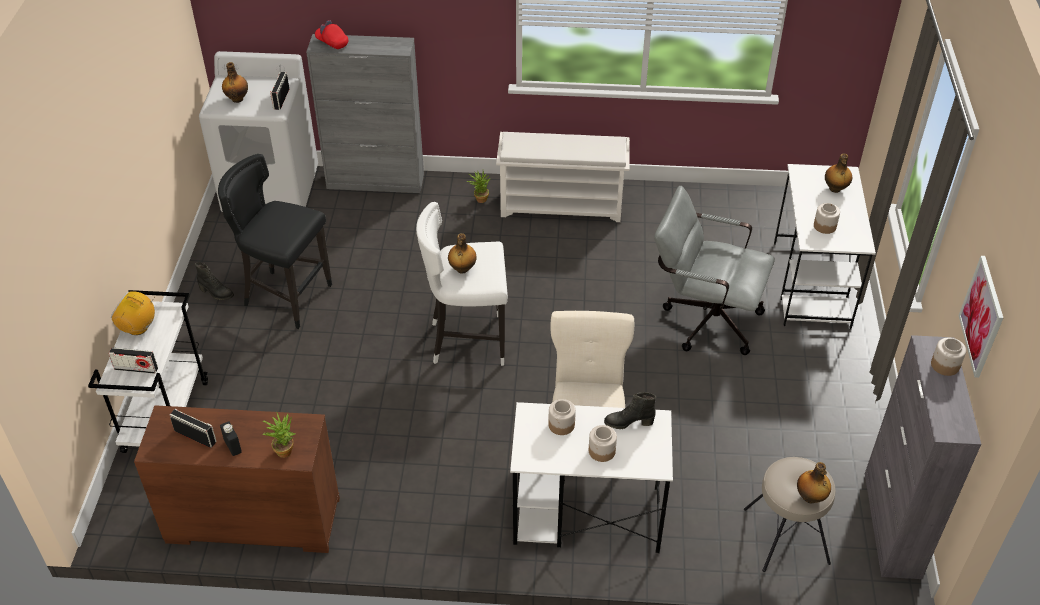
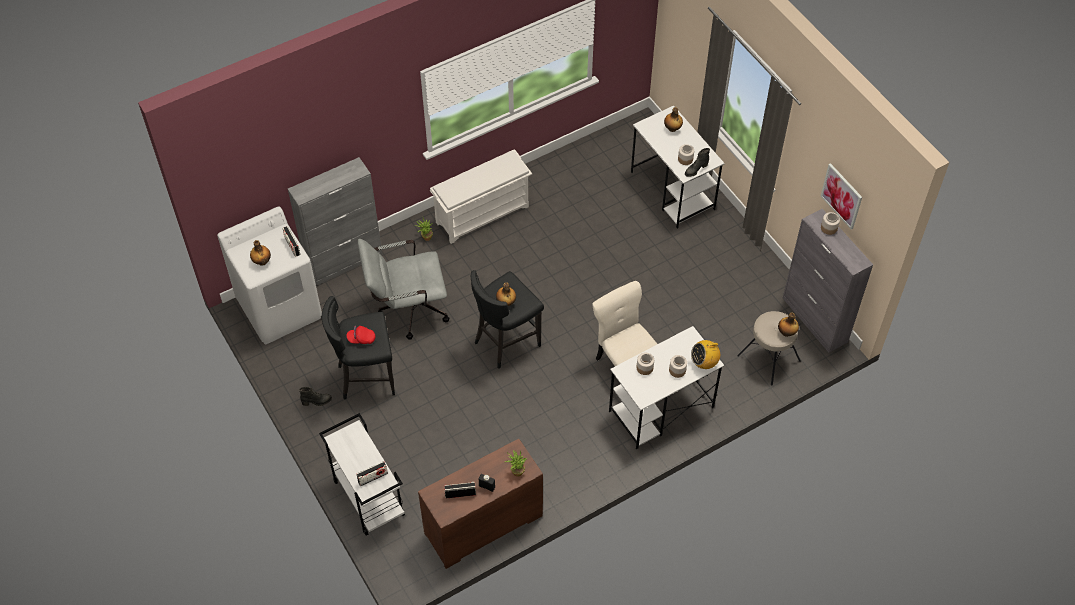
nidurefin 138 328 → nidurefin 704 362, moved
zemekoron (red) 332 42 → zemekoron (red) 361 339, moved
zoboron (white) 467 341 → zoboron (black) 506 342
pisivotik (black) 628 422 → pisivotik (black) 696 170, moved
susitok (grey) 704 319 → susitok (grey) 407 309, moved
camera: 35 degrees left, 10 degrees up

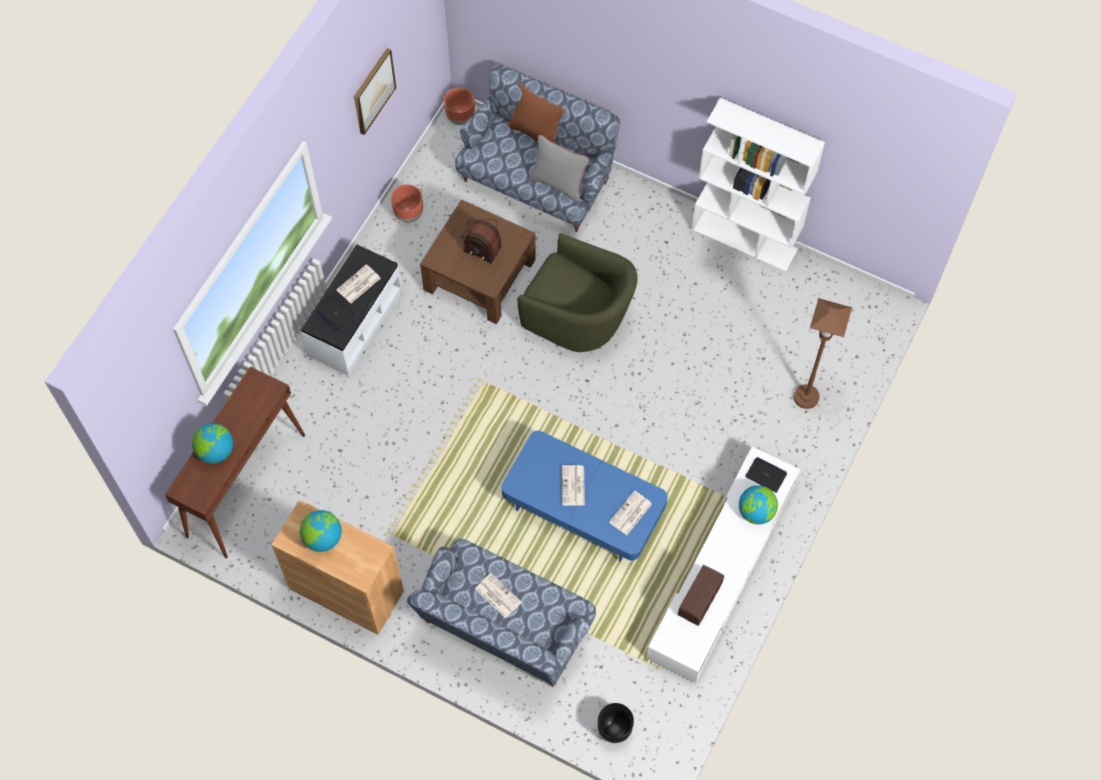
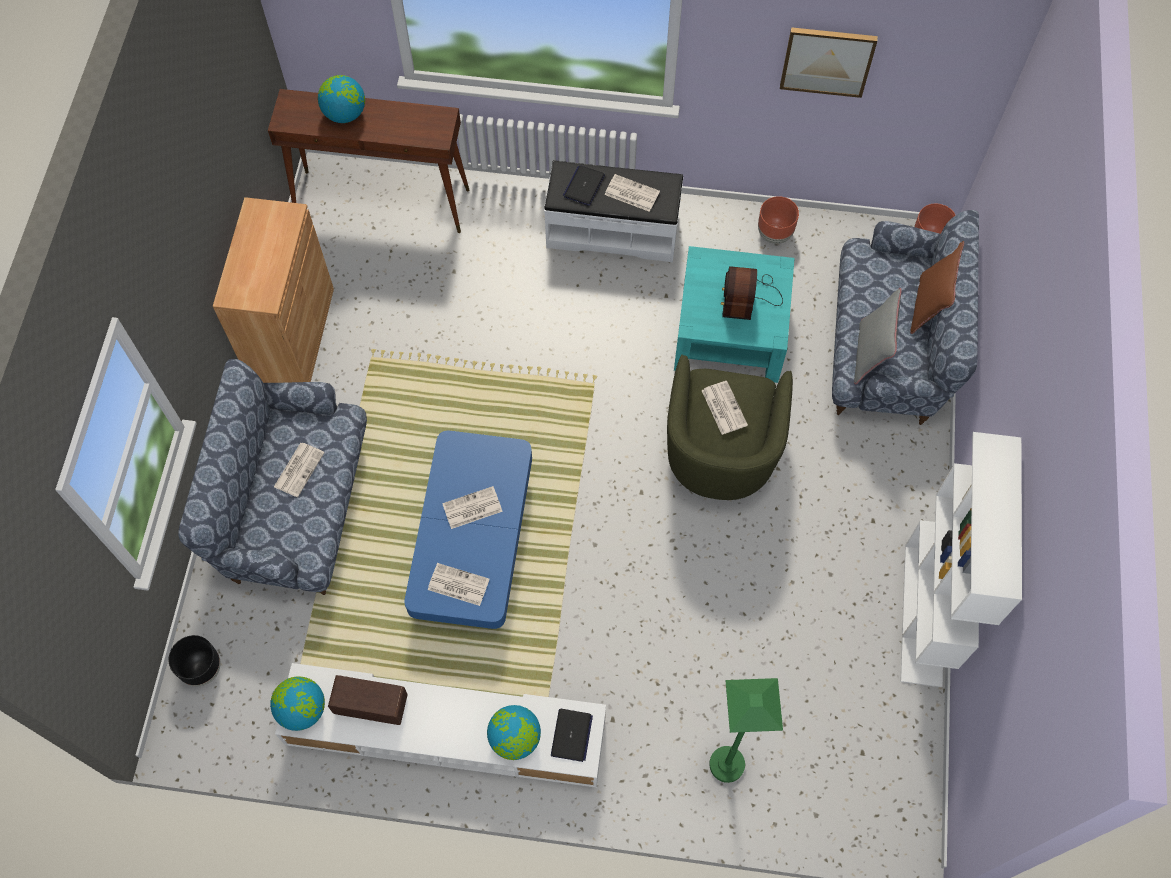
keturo 322 538 → keturo 302 709, moved
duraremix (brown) 479 275 → duraremix (turquoise) 730 331
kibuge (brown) 806 397 → kibuge (green) 726 764
- → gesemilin 723 407
camera: 70 degrees right, 0 degrees up

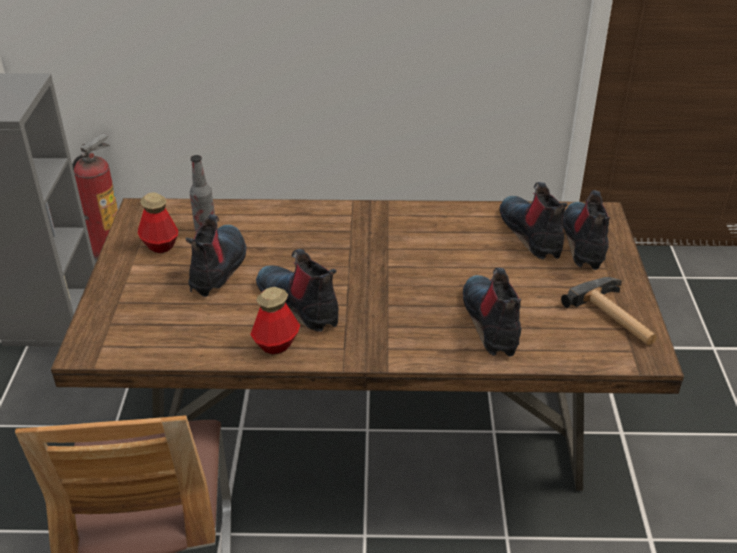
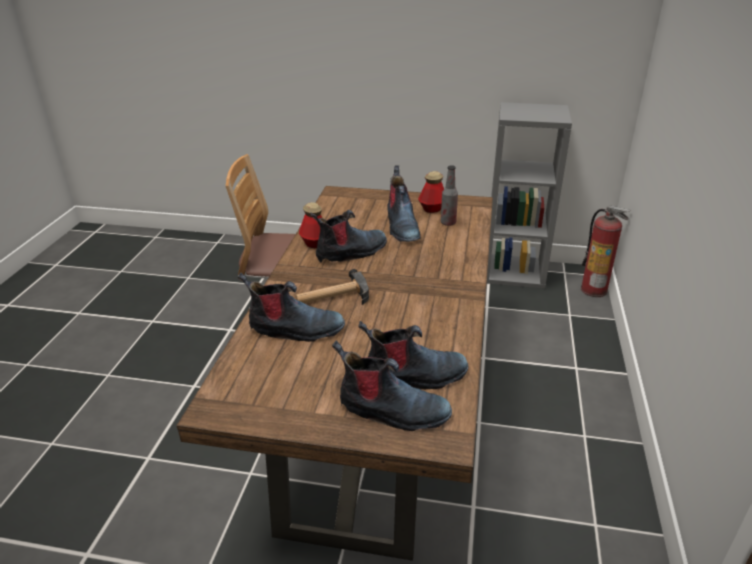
pisivotik 218 268 → pisivotik 401 227, 60 degrees clockwise
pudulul 616 318 → pudulul 332 297, moved
camera: 100 degrees right, 5 degrees down

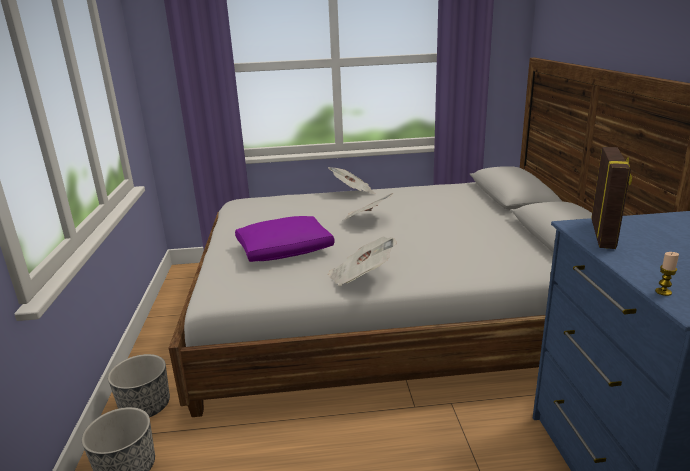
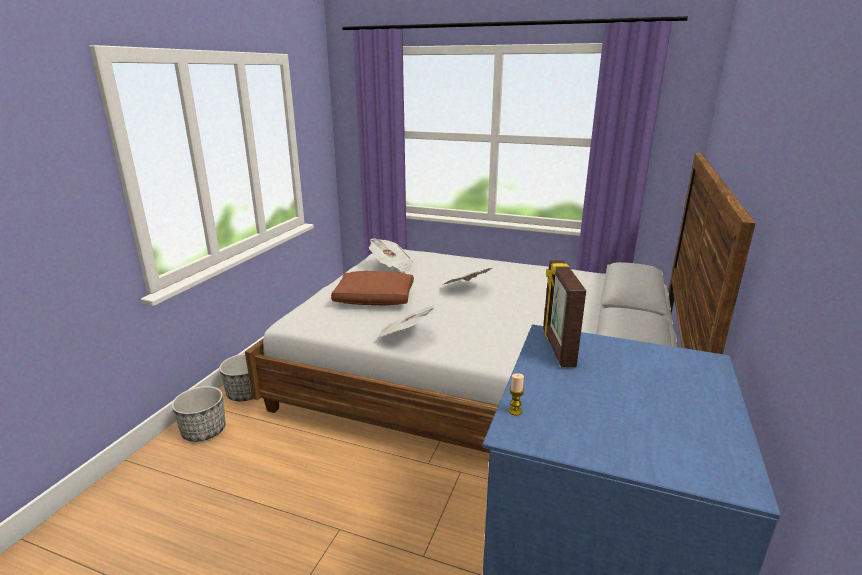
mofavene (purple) 285 250 → mofavene (brown) 375 299
gesemilin 353 192 → gesemilin 392 266, moved
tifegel 604 234 → tifegel 557 348, 135 degrees clockwise
camera: 25 degrees right, 0 degrees up

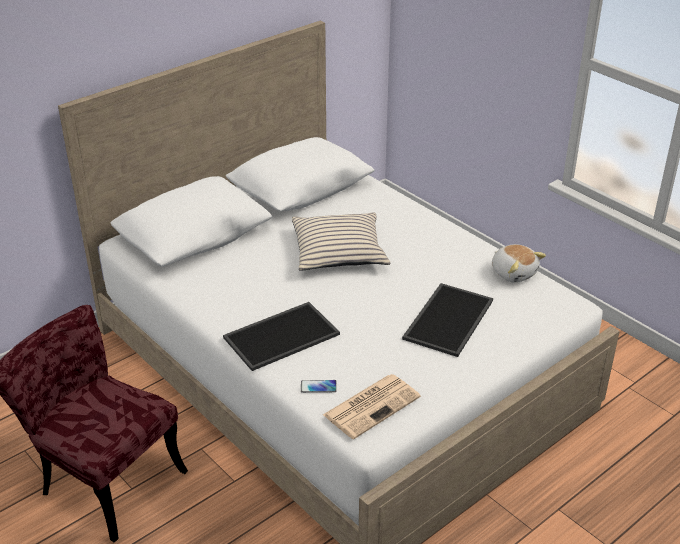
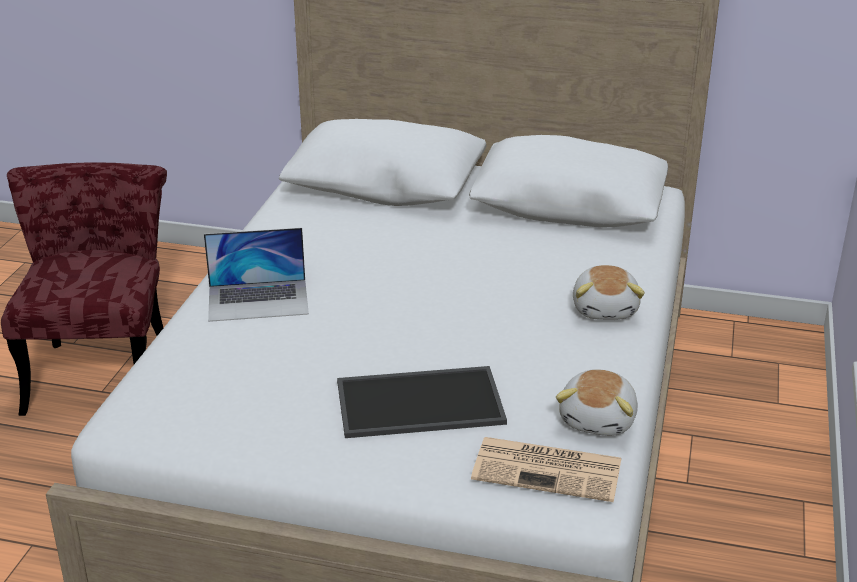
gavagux 281 335 → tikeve 258 300
mofavene (beige) 339 251 → -
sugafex 318 387 → -
gesemilin 372 405 → gesemilin 549 469, moved
- → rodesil 606 309
camera: 55 degrees right, 5 degrees down

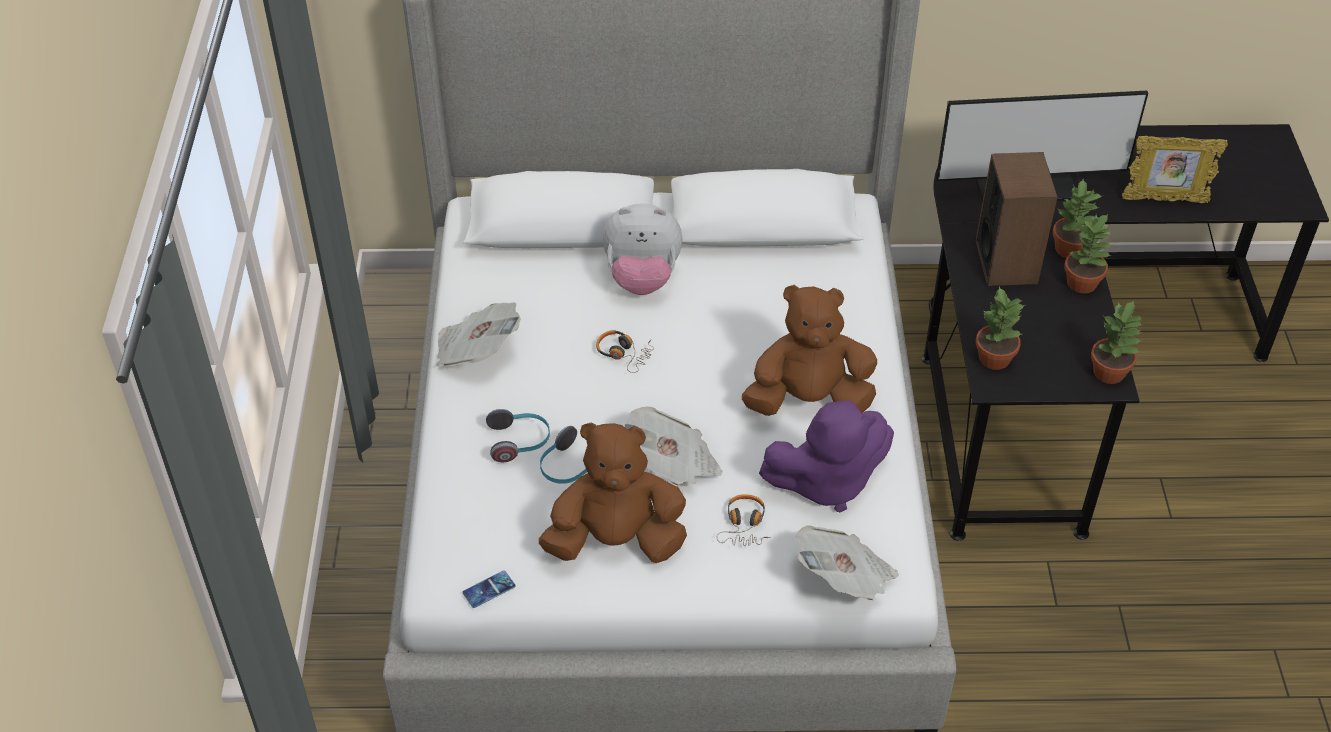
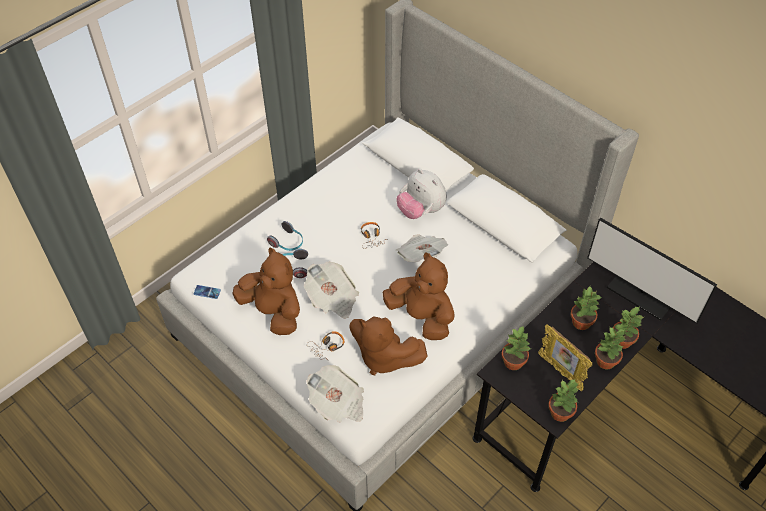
gesemilin 477 351 → gesemilin 421 255, moved
rodesil (purple) 826 481 → rodesil (brown) 383 357
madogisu 1006 262 → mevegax 581 323
tifegel 1164 200 → tifegel 560 371, moved
camera: 45 degrees right, 5 degrees up

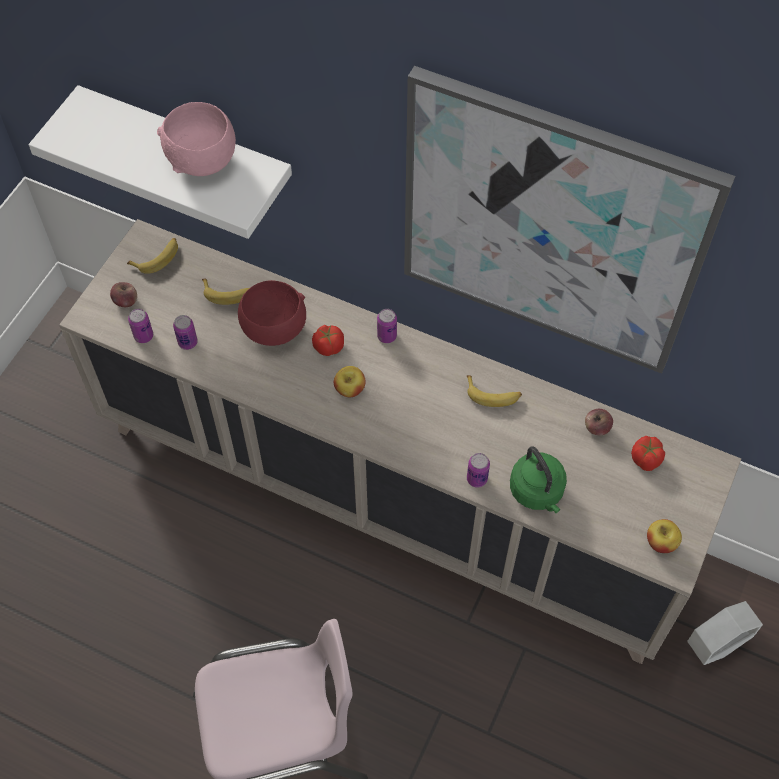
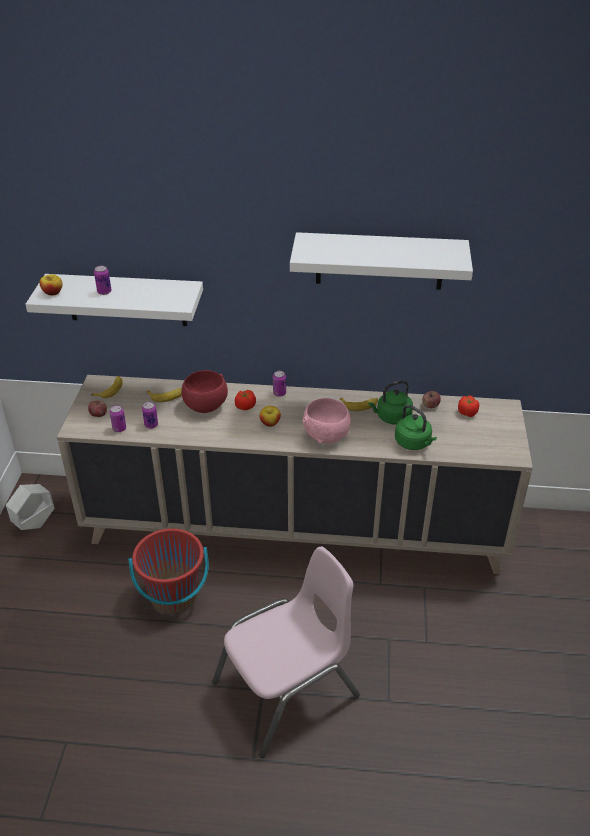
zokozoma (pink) 203 161 → zokozoma (pink) 327 435, moved
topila 550 226 → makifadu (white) 379 261
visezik 477 479 → visezik 104 292, moved
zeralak 661 542 → zeralak 53 292, moved
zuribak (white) 715 645 → zuribak (white) 35 523, moved
- → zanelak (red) 174 596
- → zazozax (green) 391 417
camera: 20 degrees left, 20 degrees down

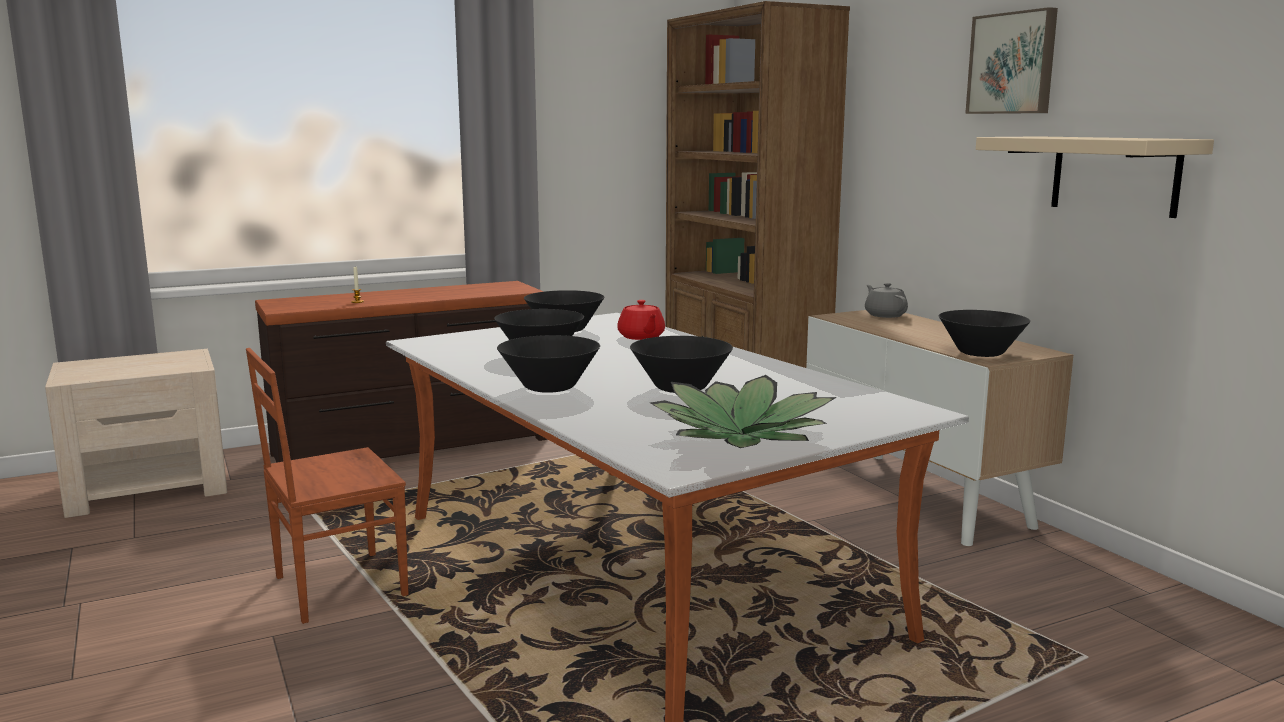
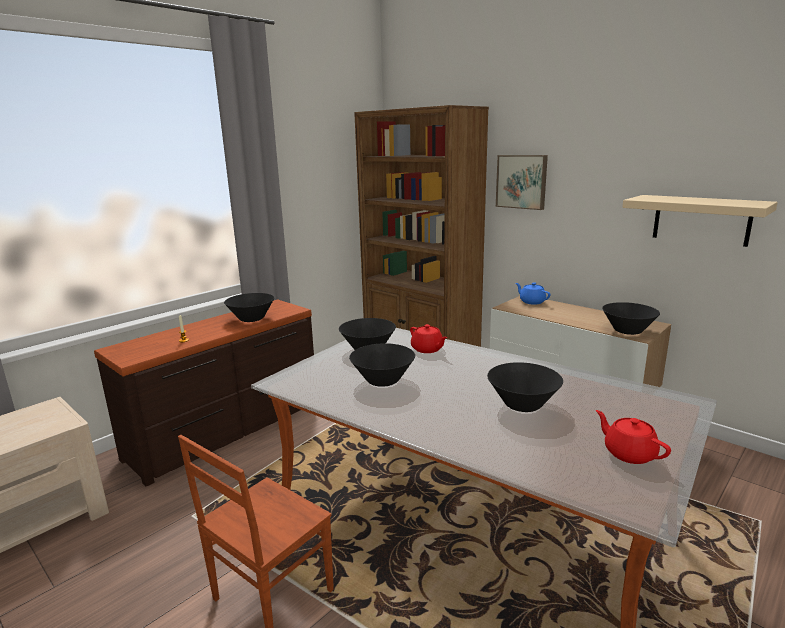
zokozoma (black) 549 387 → zokozoma (black) 251 319, moved
mevegax 743 434 → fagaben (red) 629 453
fagaben (grey) 885 315 → fagaben (blue) 532 302
topila 1013 63 → topila 522 181, moved
camera: 20 degrees left, 5 degrees up

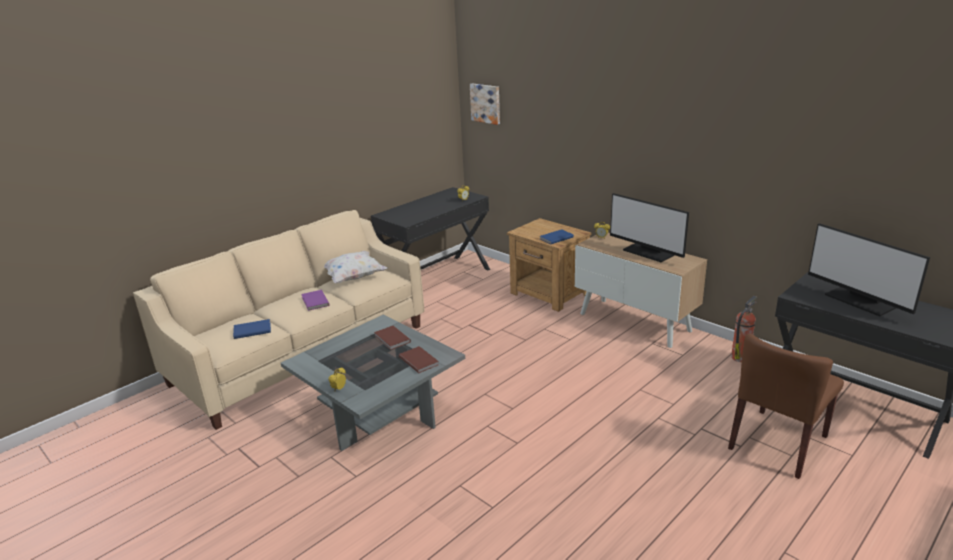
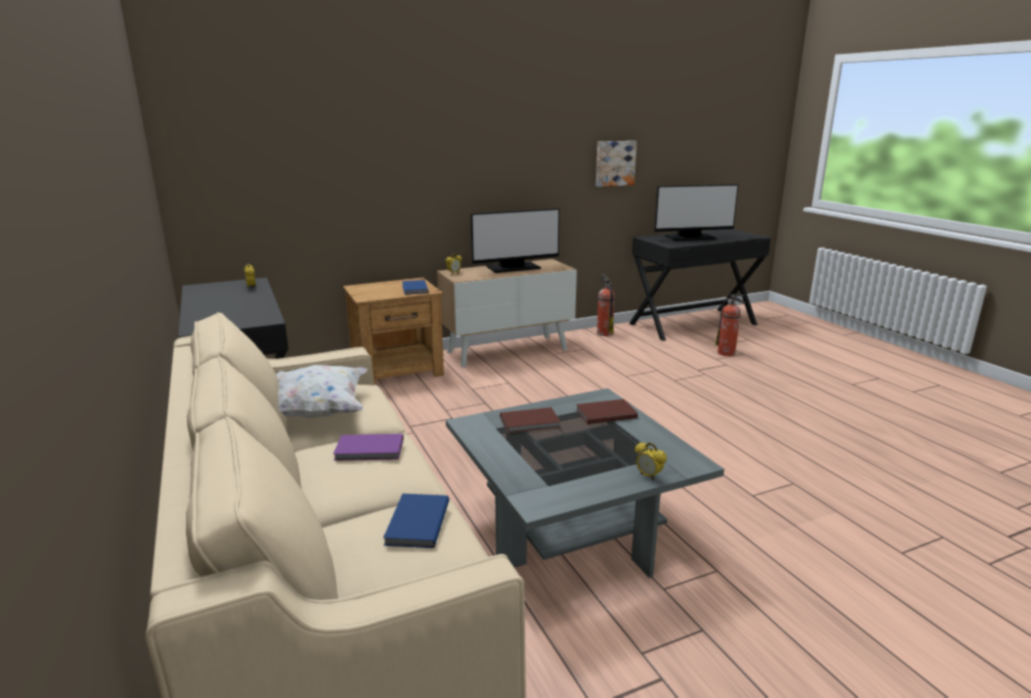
topila 486 103 → topila 614 163, moved
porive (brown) 778 443 → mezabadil 727 353
camera: 70 degrees left, 5 degrees down

